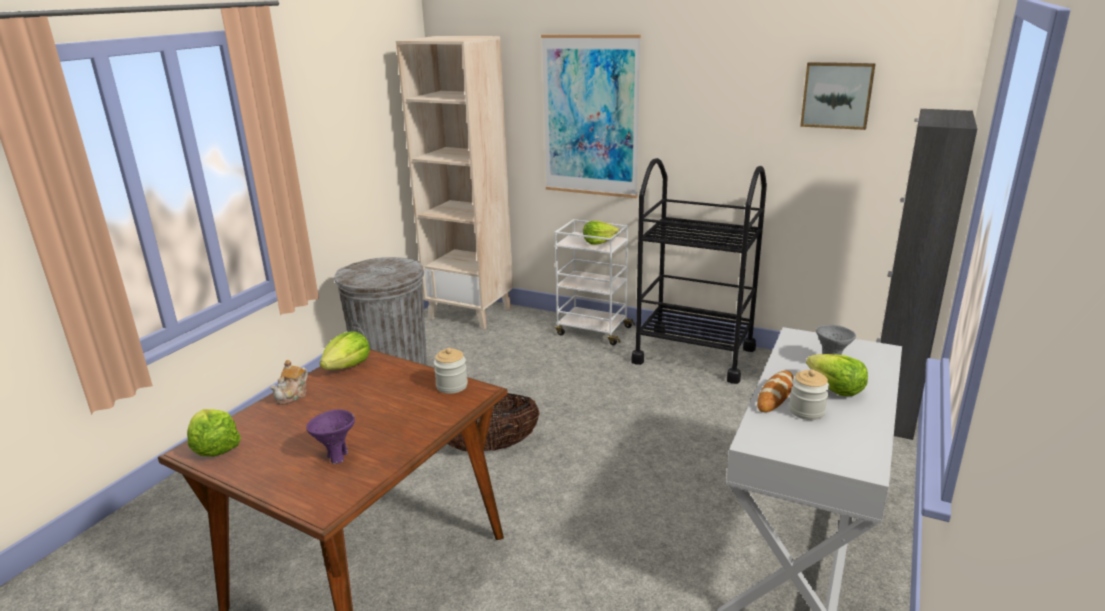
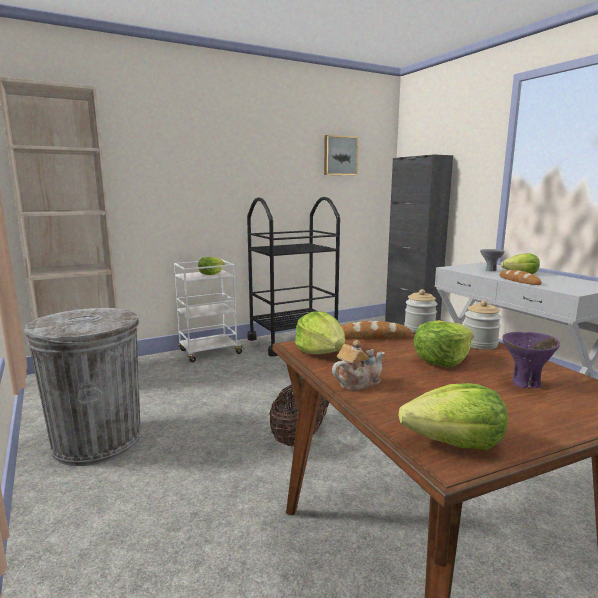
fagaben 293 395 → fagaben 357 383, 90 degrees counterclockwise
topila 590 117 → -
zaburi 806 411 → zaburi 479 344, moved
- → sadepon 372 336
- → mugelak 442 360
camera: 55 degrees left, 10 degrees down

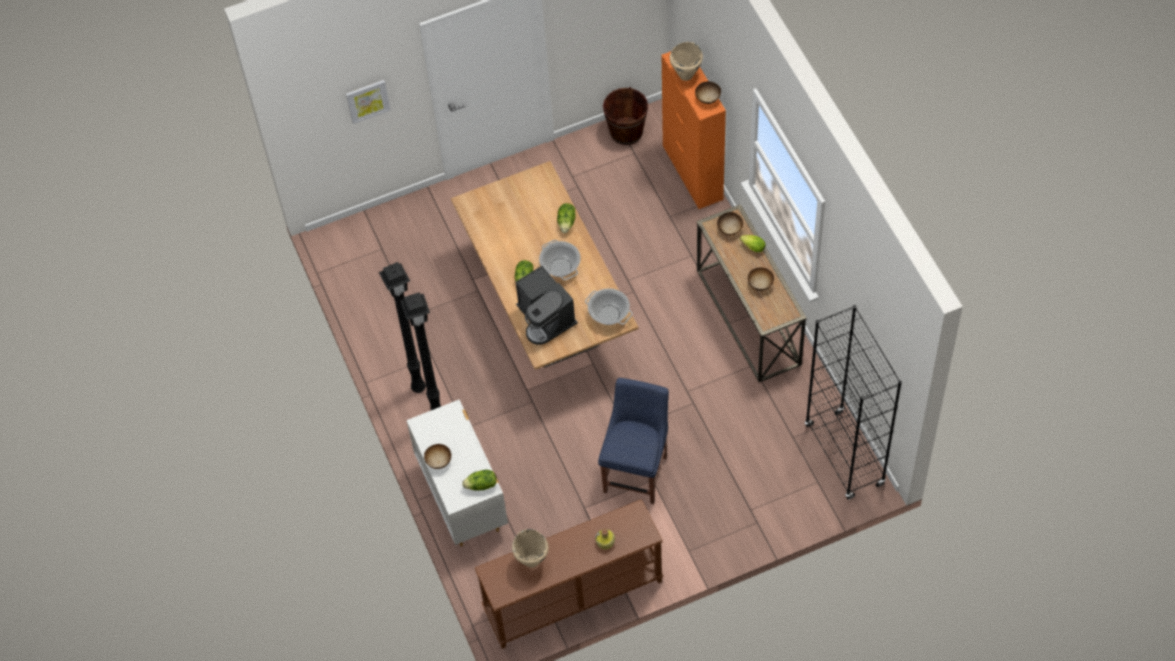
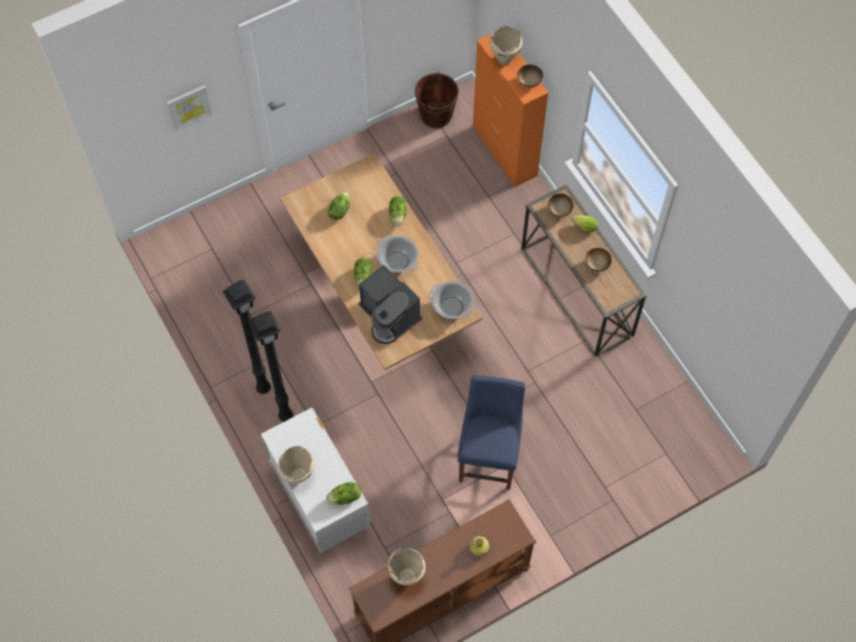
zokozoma 439 461 → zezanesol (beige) 299 475
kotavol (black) 844 455 → -
- → mugelak 339 210
camera: 10 degrees left, 5 degrees up

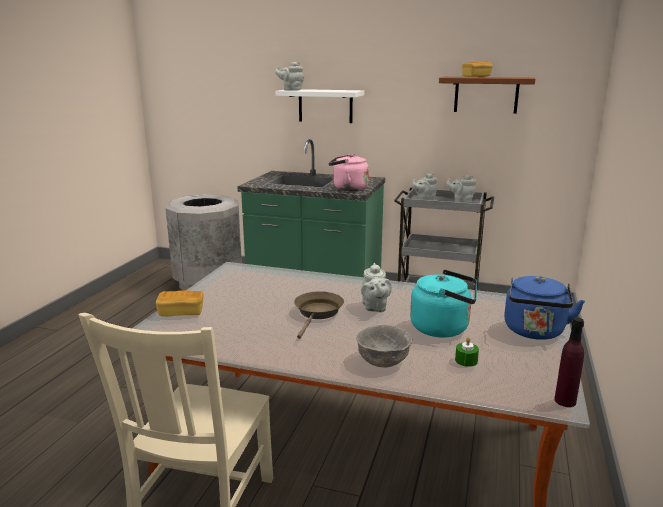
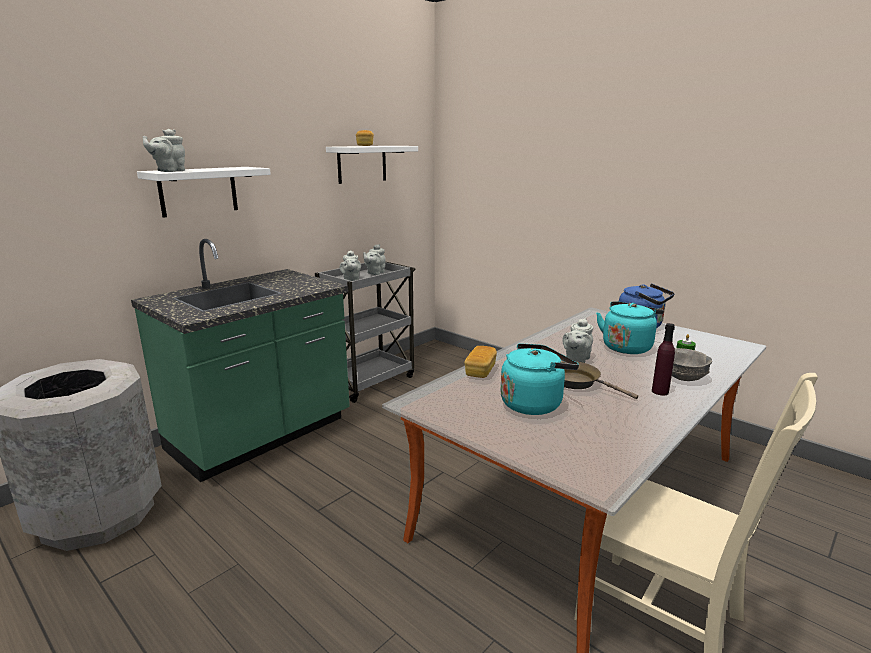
sadepon 181 313 → sadepon 480 371, moved
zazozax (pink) 348 188 → -
fagaben (grey) 374 308 → fagaben (grey) 576 359, 105 degrees clockwise
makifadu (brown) 486 95 → makifadu (white) 362 164
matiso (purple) 565 401 → matiso (purple) 660 391, moved
- → zazozax (turquoise) 534 403
camera: 65 degrees left, 0 degrees up

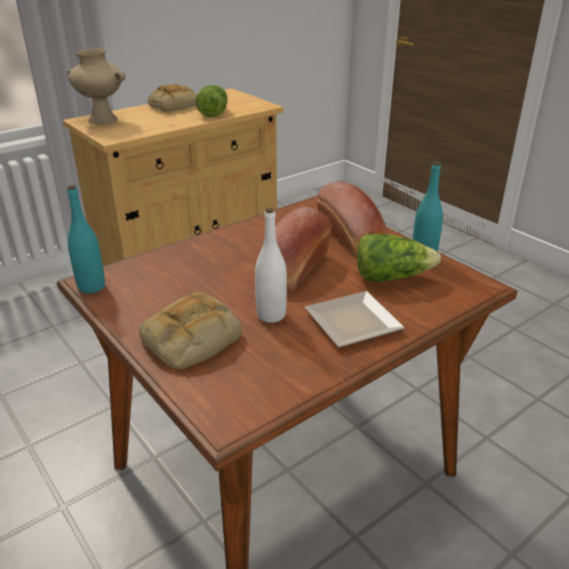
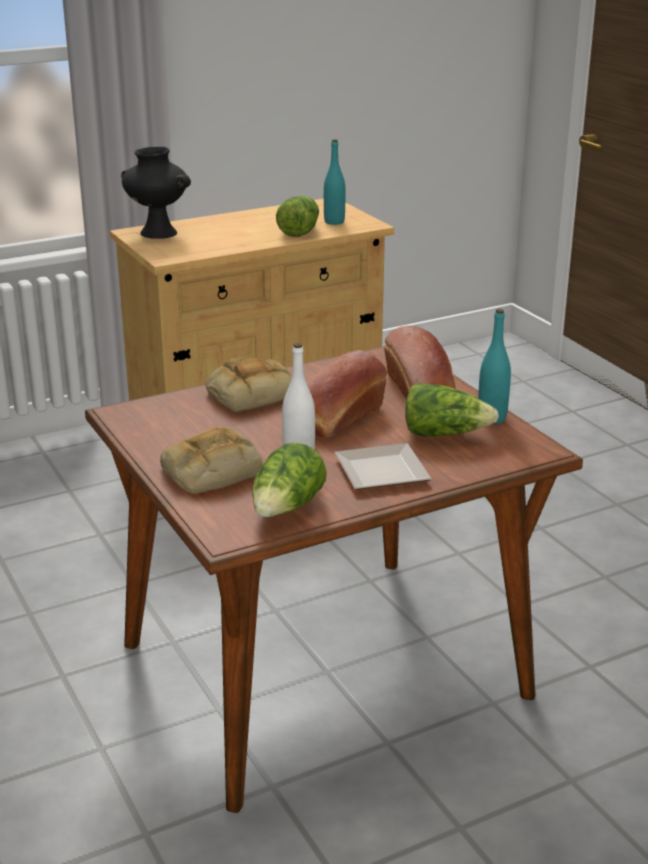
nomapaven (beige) 102 120 → nomapaven (black) 157 233
matiso (turquoise) 91 287 → matiso (turquoise) 334 222, moved
sadepon 173 105 → sadepon 251 394, moved
- → mugelak 287 509
camera: 10 degrees right, 5 degrees down

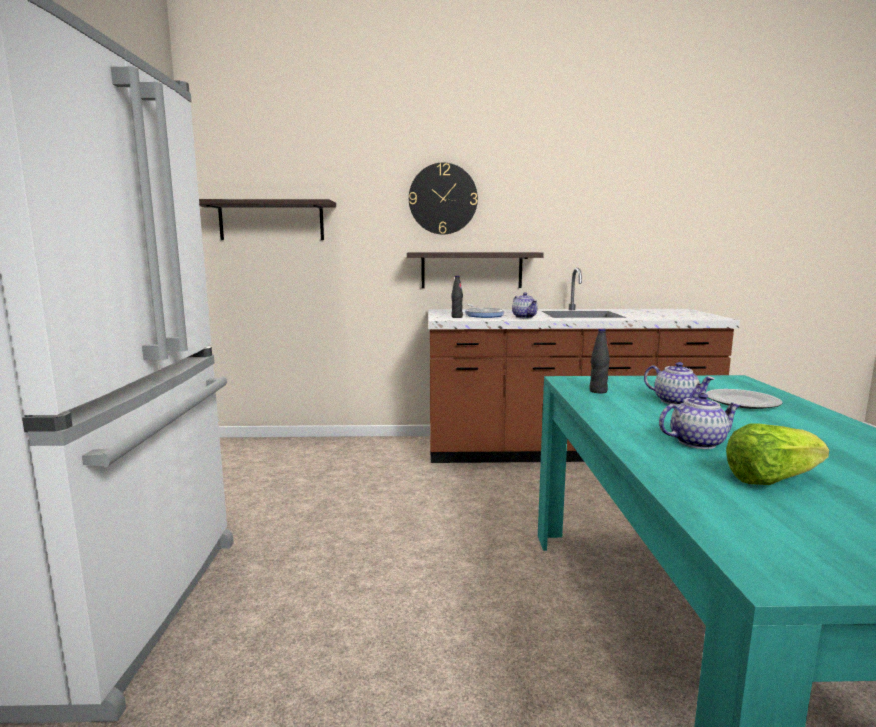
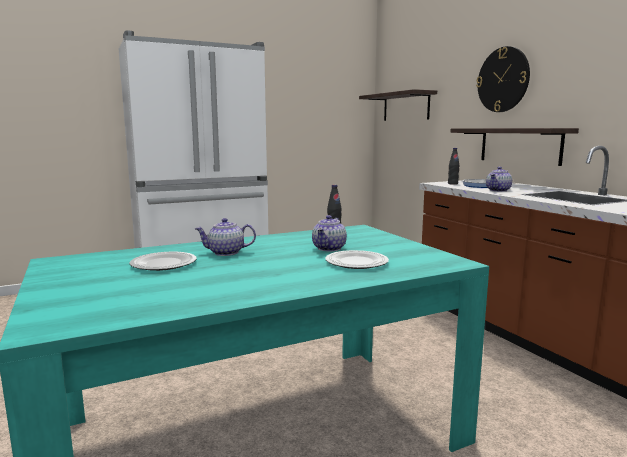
fagaben 697 442 → fagaben 225 253, 120 degrees clockwise
mugelak 770 479 → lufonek 164 263
camera: 65 degrees right, 0 degrees up

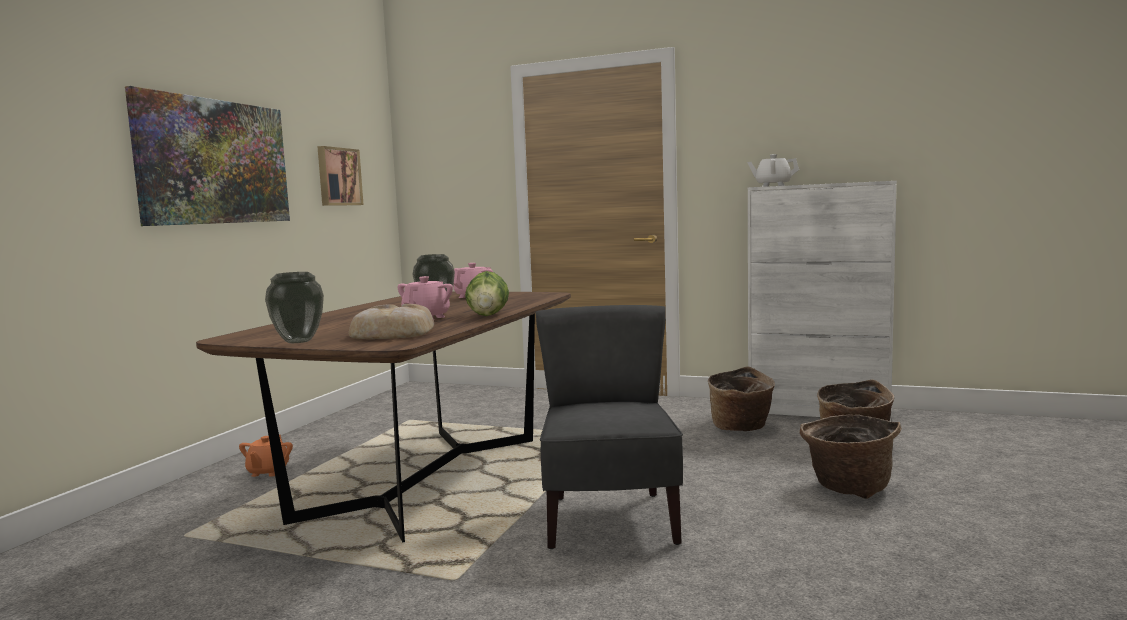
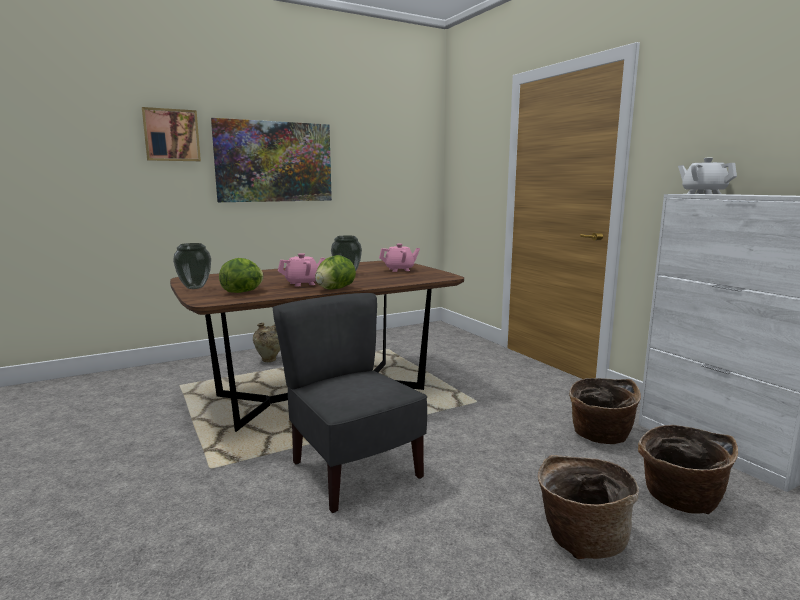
fagaben (orange) 268 472 → nomapaven (beige) 269 361
topila 338 177 → topila 171 135, moved
sadepon 392 333 → mugelak 243 292
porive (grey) 610 520 → porive (grey) 353 471, 75 degrees counterclockwise
camera: 40 degrees right, 5 degrees up

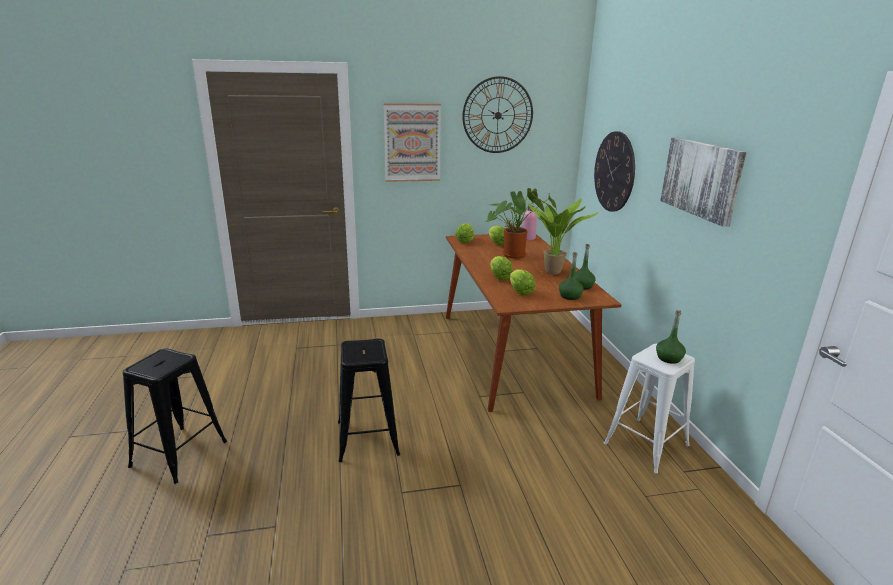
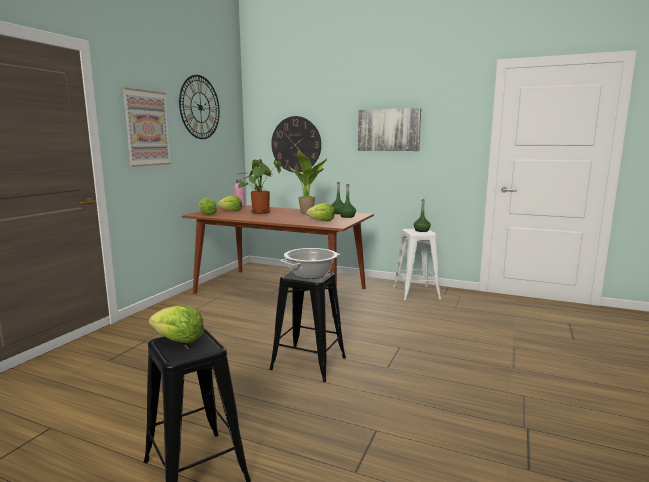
mugelak 499 277 → mugelak 178 340, moved
- → zezanesol 311 274
camera: 55 degrees left, 10 degrees down

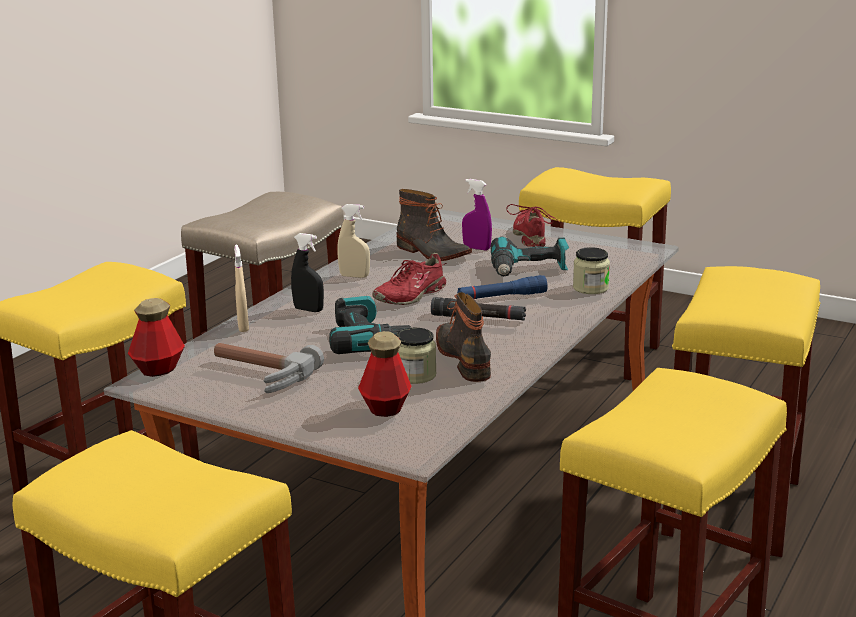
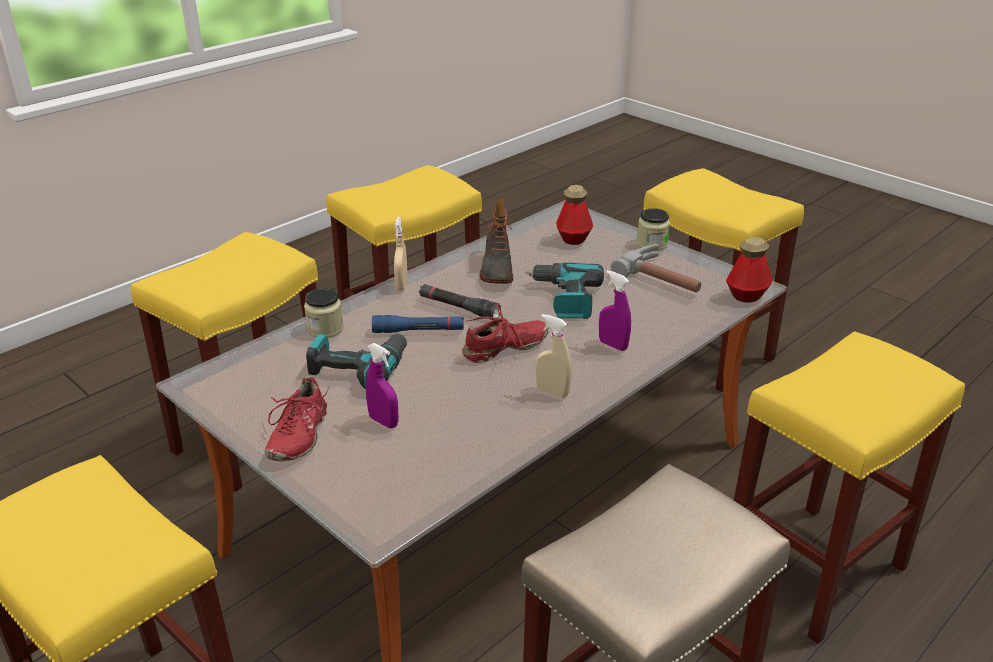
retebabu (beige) 243 326 → retebabu (beige) 401 285, moved
retebabu (black) 308 310 → retebabu (purple) 613 345
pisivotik 431 253 → -
zaburi 415 375 → zaburi 651 244, moved
camera: 165 degrees left, 10 degrees up

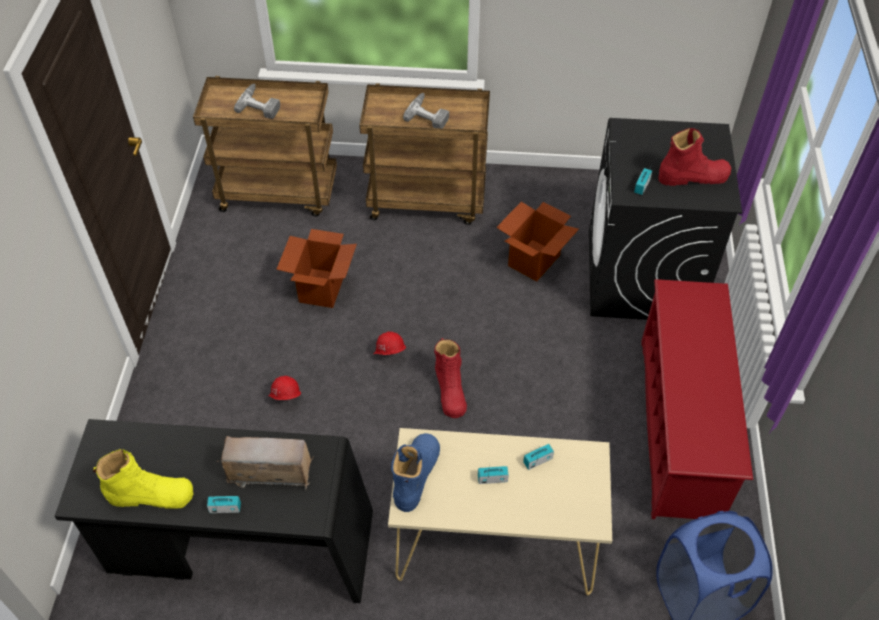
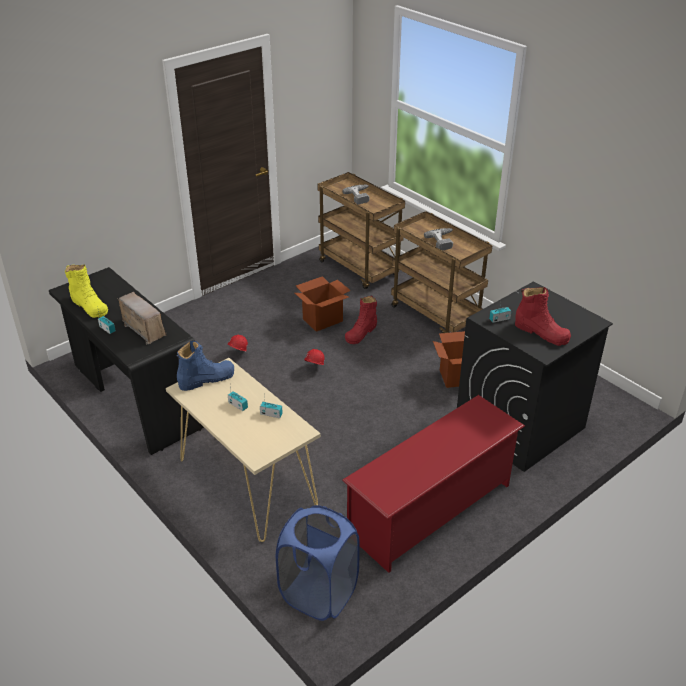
pisivotik (red) 450 390 → pisivotik (red) 361 332, moved
camera: 45 degrees right, 15 degrees down

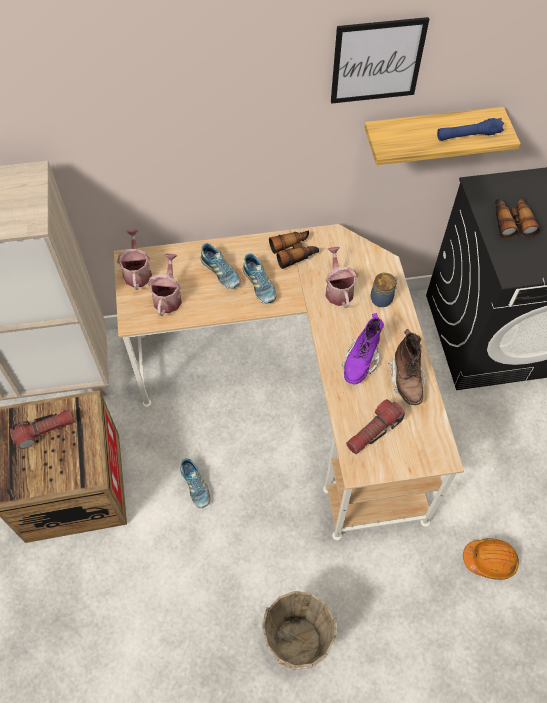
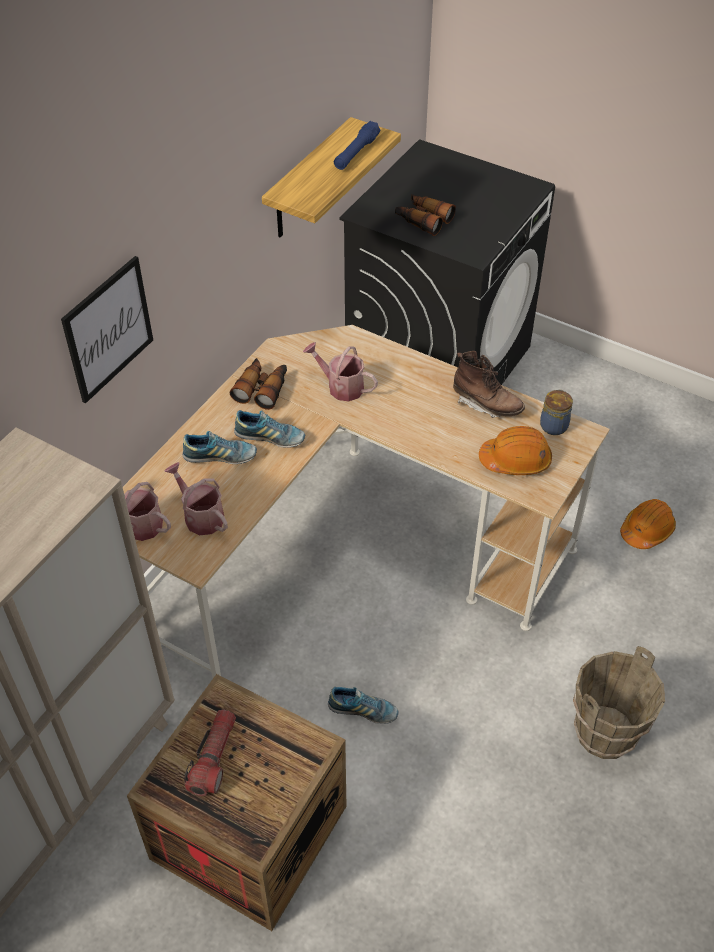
topila 377 61 → topila 108 329, moved
pisivotik (purple) 360 362 → -
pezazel 373 431 → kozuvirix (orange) 515 460
zaburi 382 298 → zaburi 554 425, moved
camera: 50 degrees left, 10 degrees down

